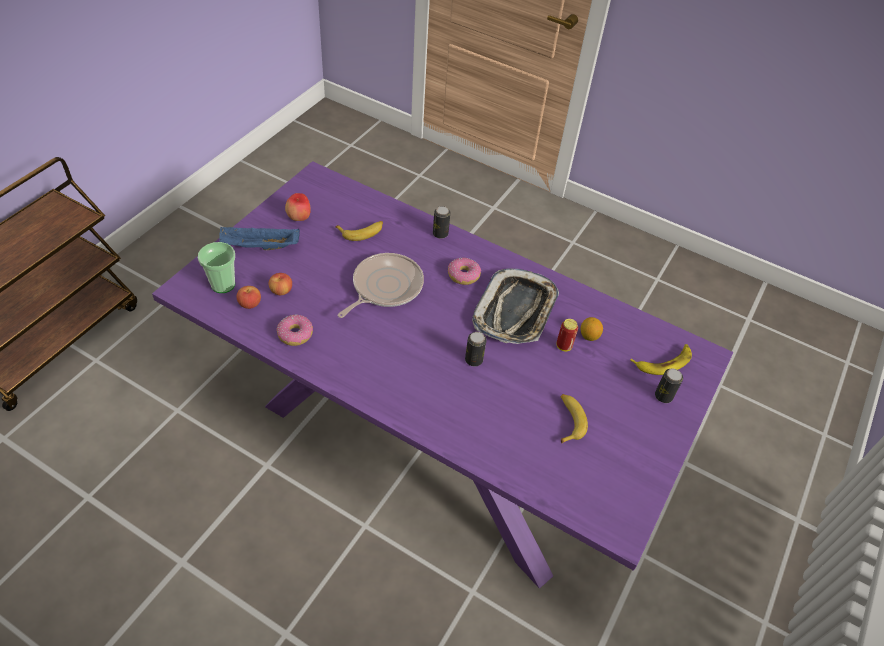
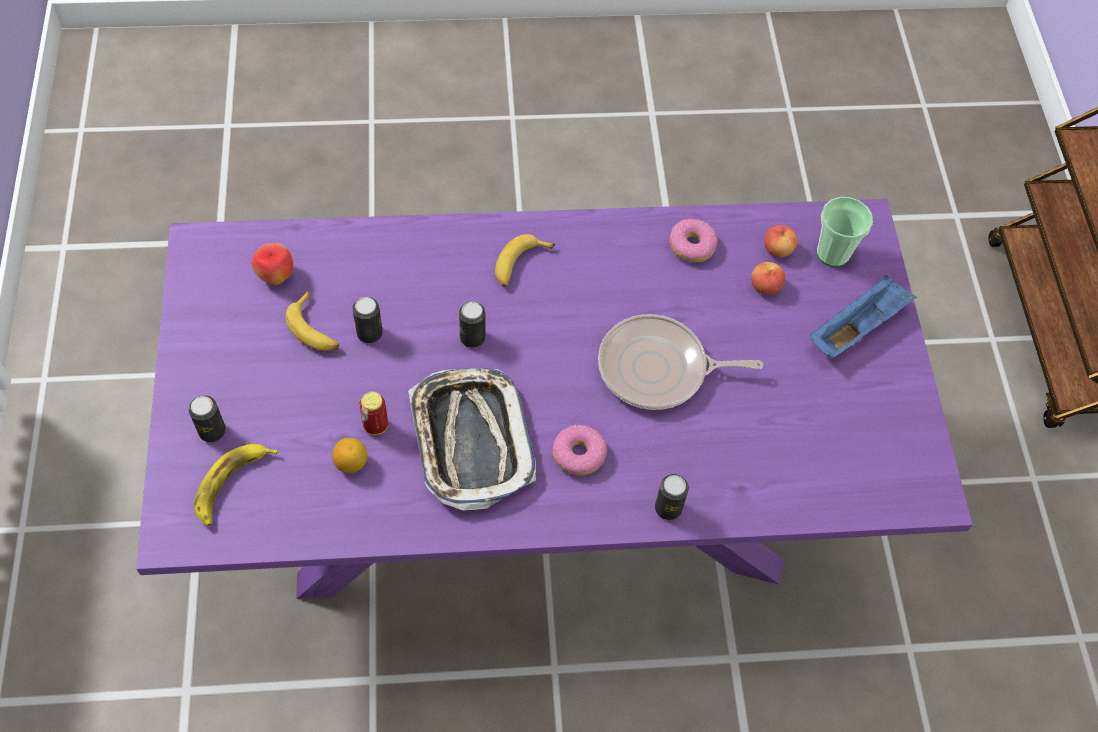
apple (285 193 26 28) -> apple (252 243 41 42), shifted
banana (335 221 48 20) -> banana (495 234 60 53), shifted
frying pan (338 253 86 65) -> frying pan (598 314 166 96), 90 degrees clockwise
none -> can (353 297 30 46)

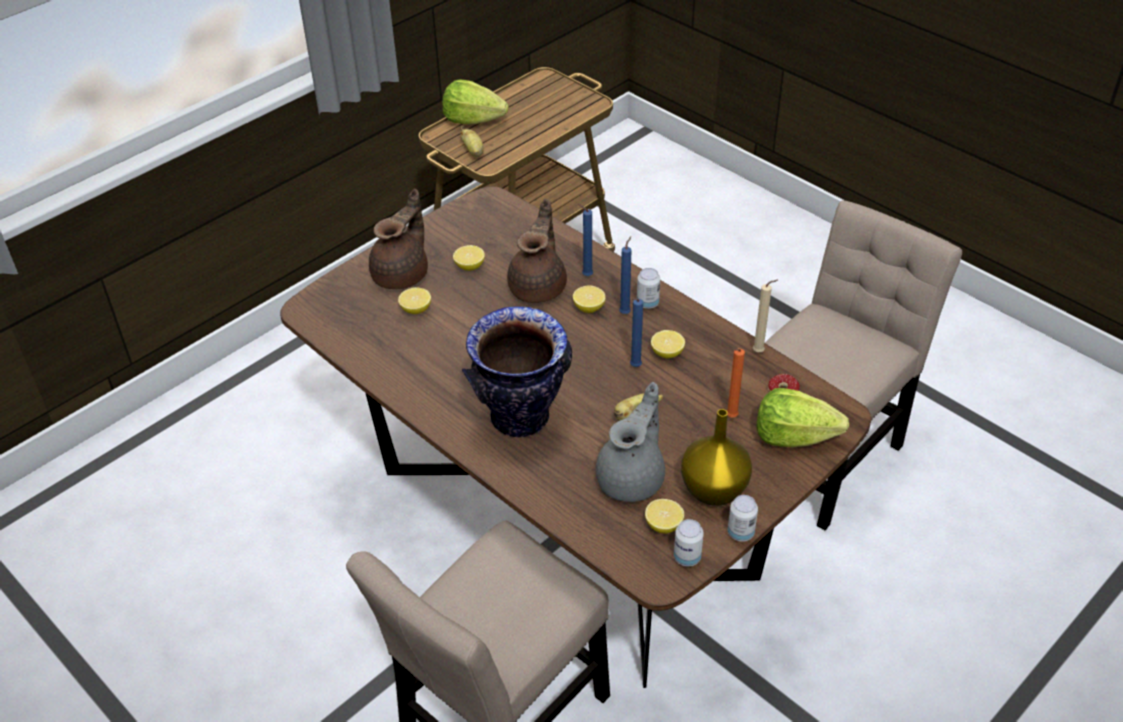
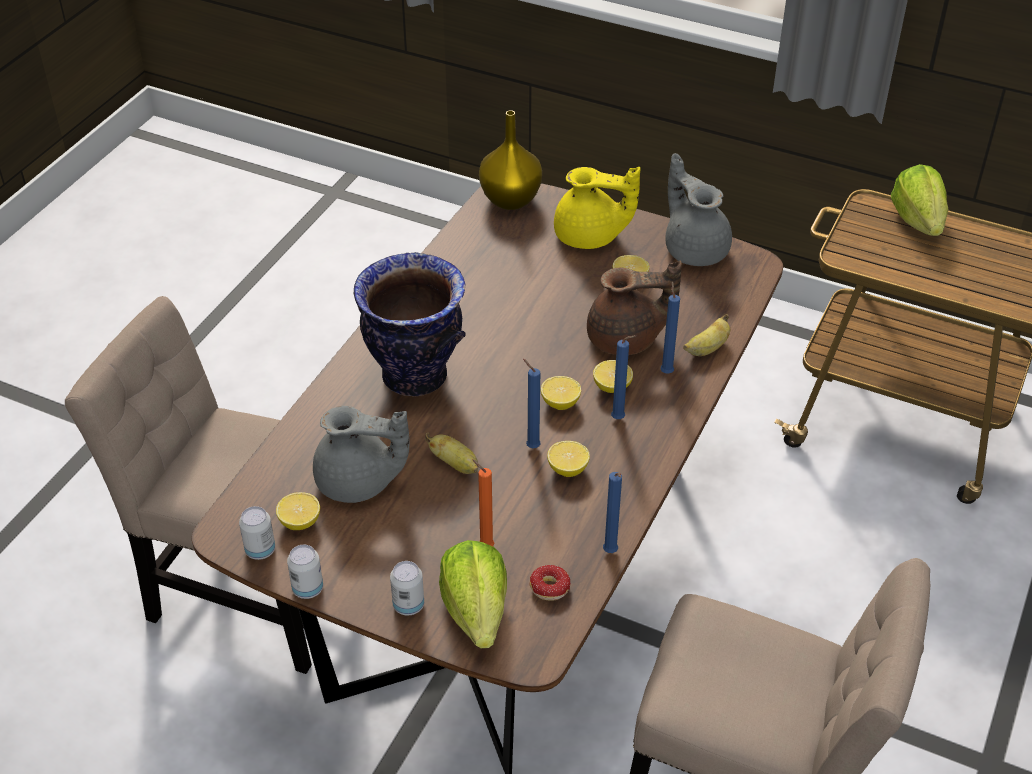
banana (460 126 24 31) -> banana (683 314 47 42), shifted
brown teapot (369 189 59 100) -> yellow teapot (554 167 86 82)
can (637 268 23 41) -> can (390 561 34 54), shifted
beige candle (753 280 25 72) -> blue candle (603 472 19 81)
lemon (398 287 33 27) -> lemon (541 376 40 34), shifted
yellow vase (681 409 71 97) -> yellow vase (479 110 63 100), shifted
none -> grey teapot (665 153 67 113)

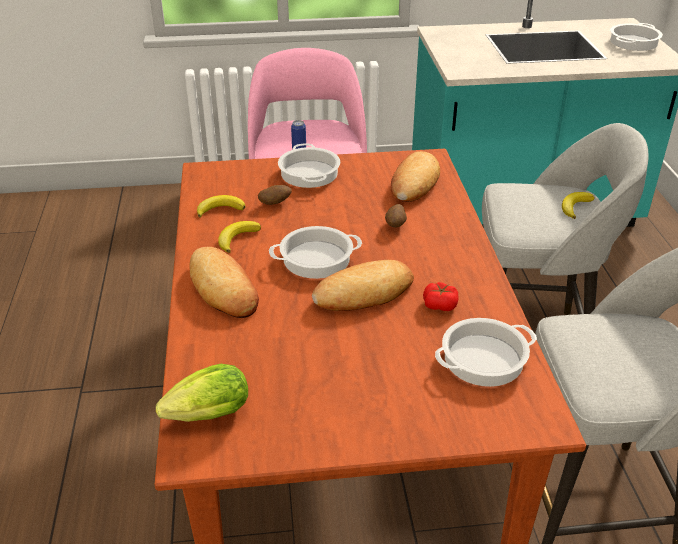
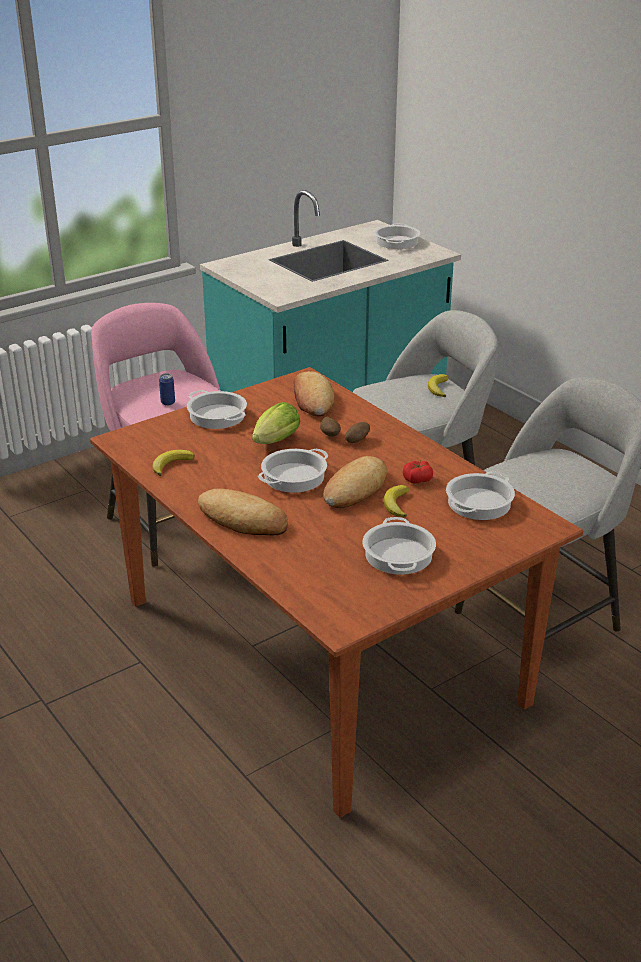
potato (258 185 33 20) -> potato (345 422 25 21), shifted
banana (218 221 43 32) -> banana (384 485 25 32), shifted
lettuce (156 364 92 58) -> lettuce (252 402 48 42), shifted
none -> cooking pot (362 517 74 58)

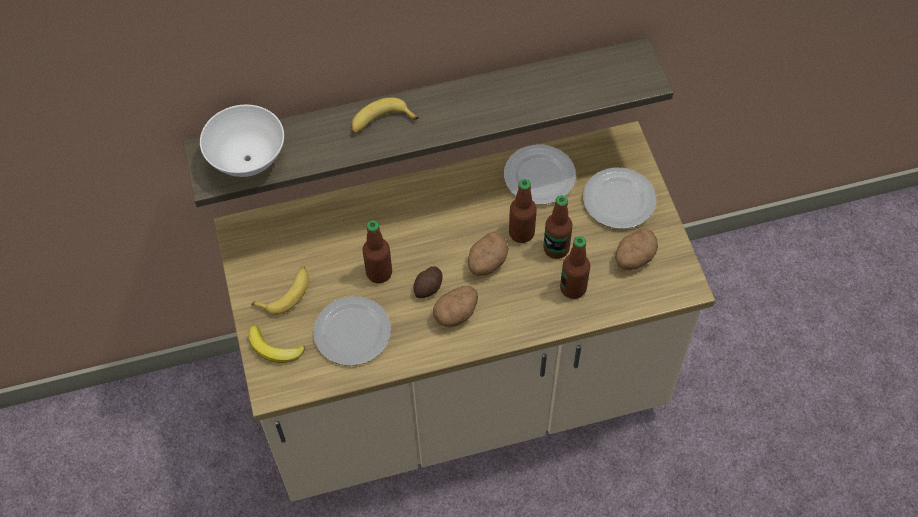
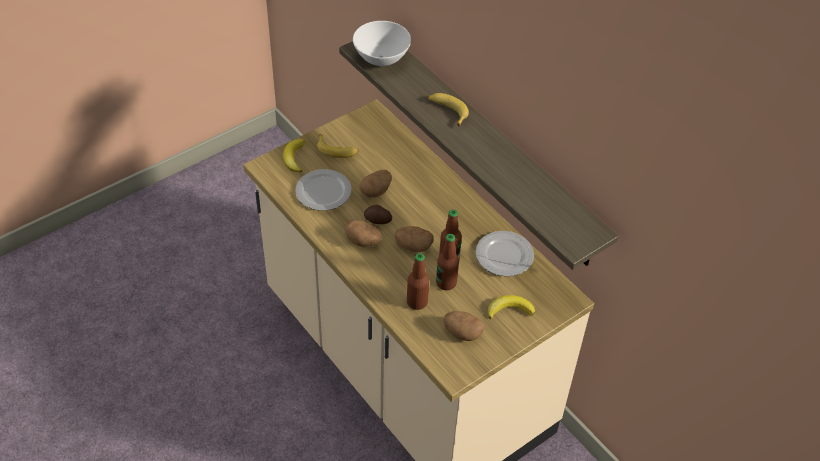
plate (583 167 73 62) -> banana (488 295 47 24)
bottle (363 220 29 63) -> potato (359 170 33 28)

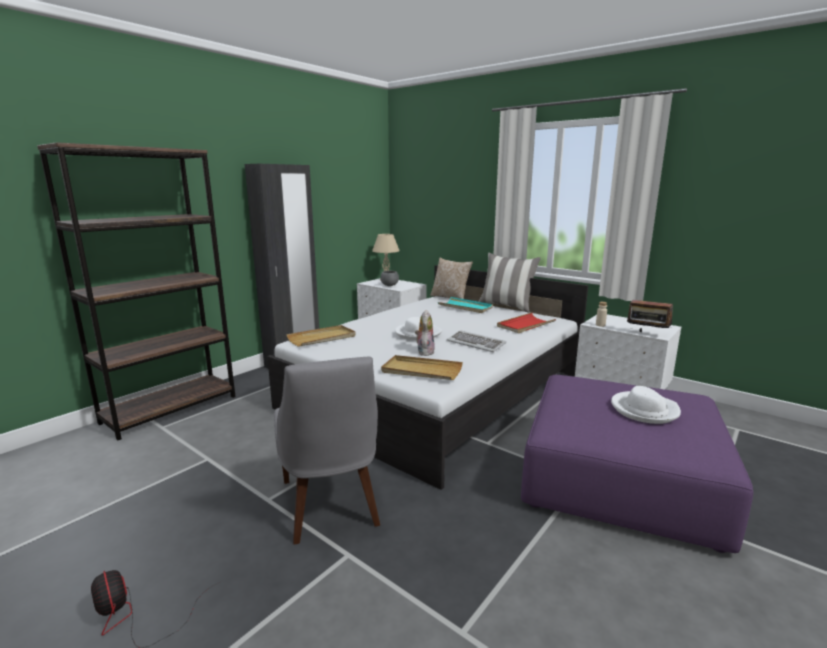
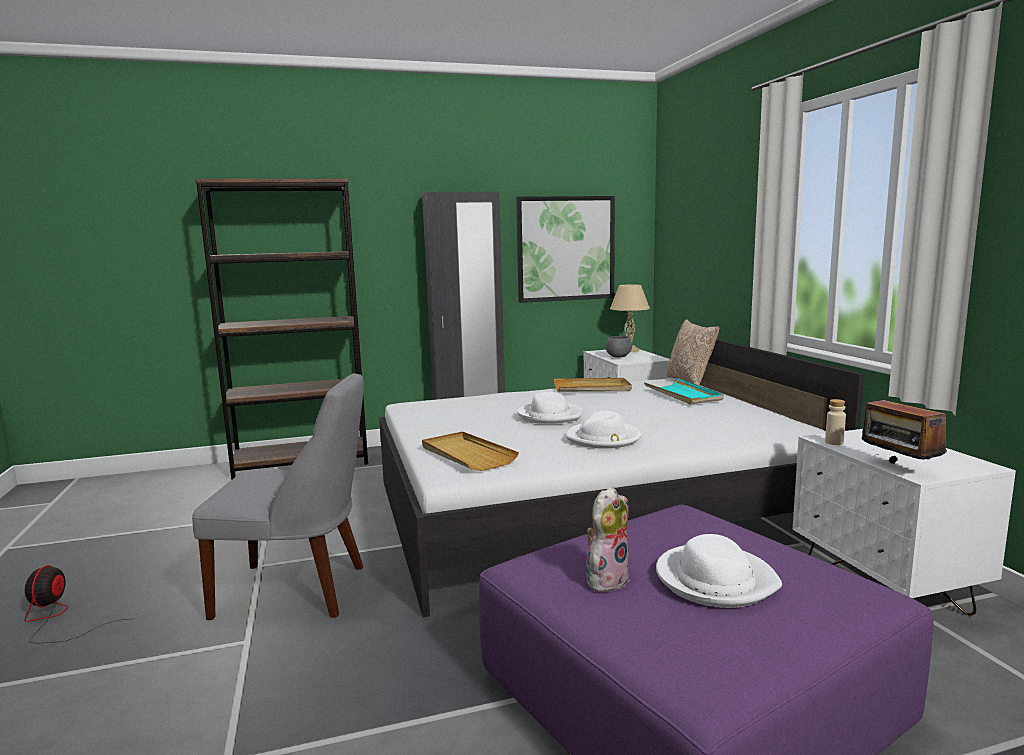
pillow (479 253 62 60) -> none
plush toy (415 310 20 46) -> plush toy (586 486 44 106), shifted
red tray (497 313 59 20) -> none
beige tray (286 325 70 22) -> beige tray (554 378 78 14), shifted
keyboard (447 331 59 21) -> white hat (566 411 75 38)
grey chair (274 357 106 187) -> grey chair (192 373 172 247), 105 degrees counterclockwise
none -> picture (516 196 99 107)

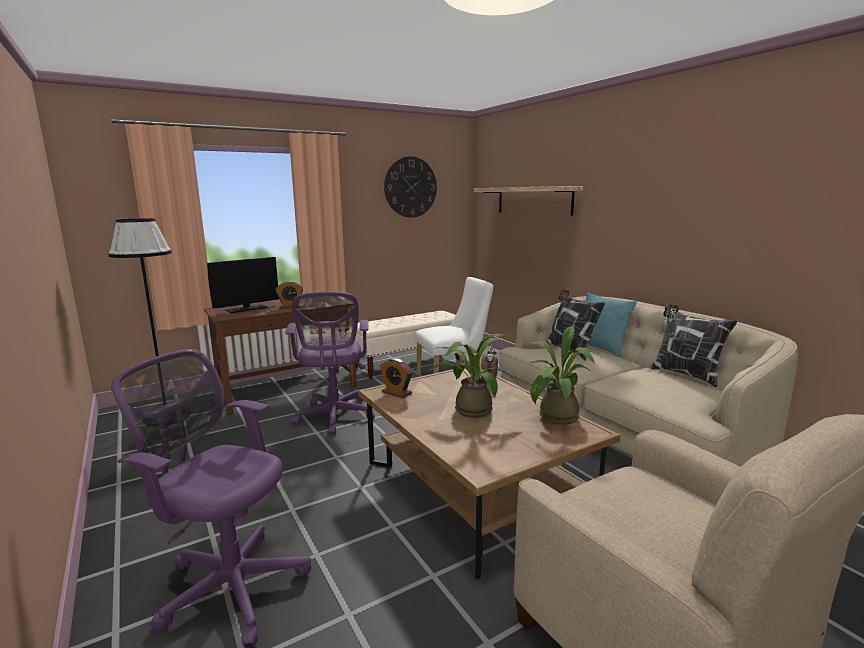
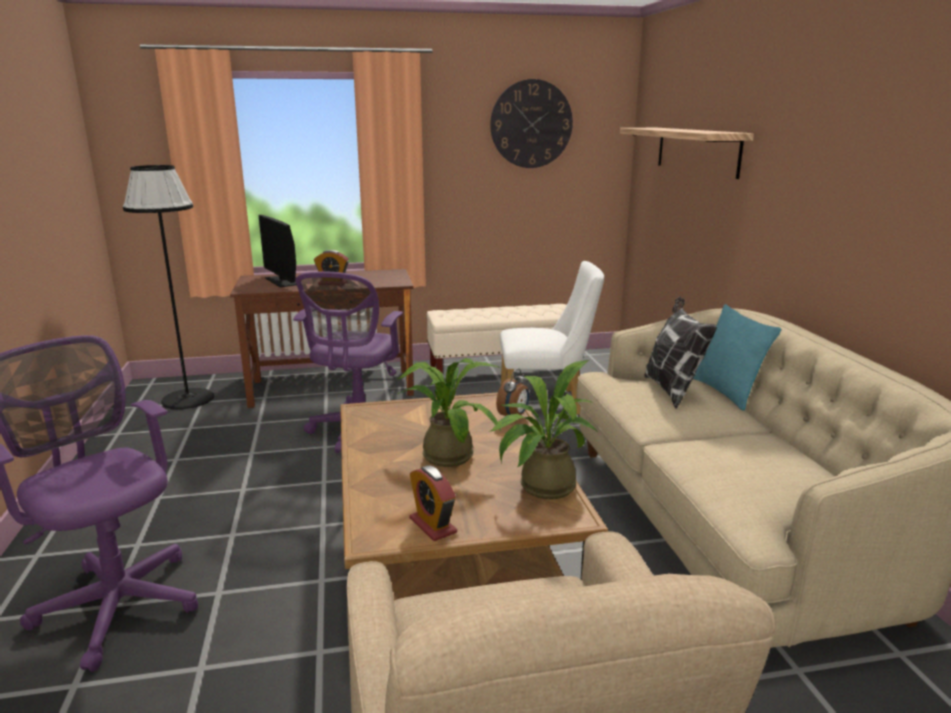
monitor (207 257 72 56) -> monitor (259 215 38 72), 75 degrees clockwise
pillow (651 304 87 83) -> none
alarm clock (380 358 33 40) -> alarm clock (410 465 47 76), shifted

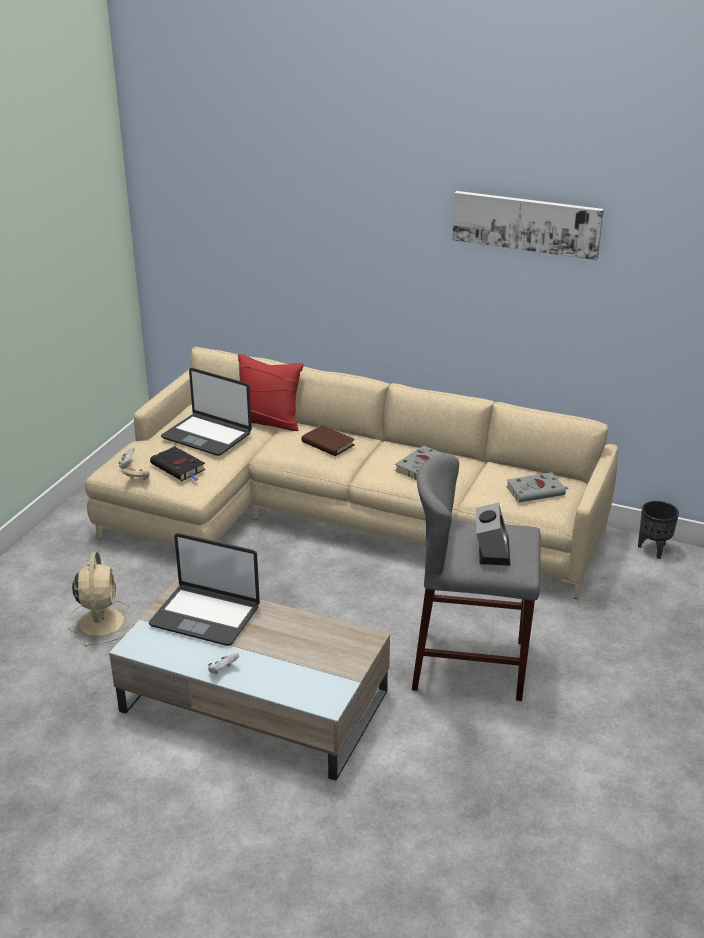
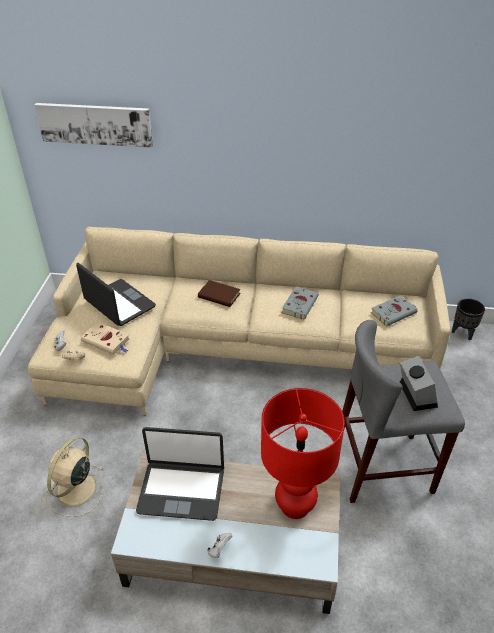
picture (452 191 152 69) -> picture (35 103 118 45), shifted
red pillow (238 354 66 77) -> none
laptop (161 368 91 88) -> laptop (76 263 80 63), 150 degrees counterclockwise
black book (150 446 55 35) -> beige book (81 322 49 33)
beige fan (67 552 68 94) -> beige fan (46 437 57 80), 135 degrees counterclockwise
none -> red table lamp (261 388 84 131)

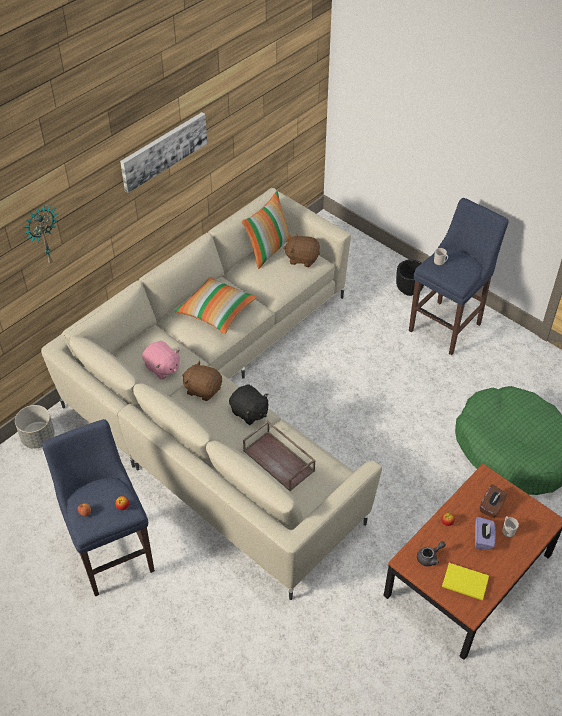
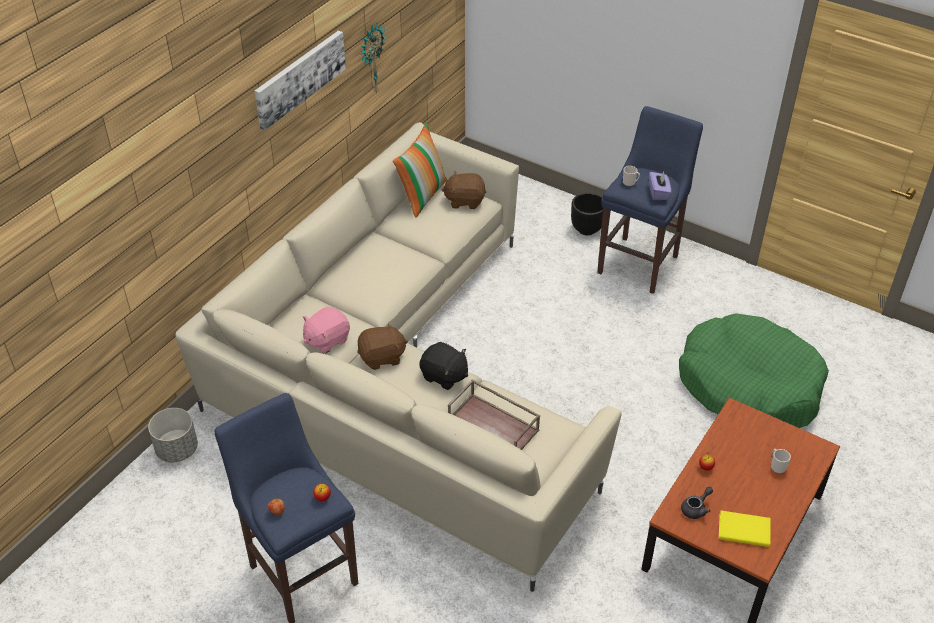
wall clock (23 205 35 60) -> wall clock (360 23 26 71), shifted
pillow (174 277 83 57) -> none
pink plush toy (142 341 38 38) -> pink plush toy (303 307 47 47), 105 degrees clockwise
brown plush toy (182 360 40 41) -> brown plush toy (357 322 51 48), 150 degrees clockwise
brown tissue box (480 484 27 34) -> none
purple tissue box (475 517 20 33) -> purple tissue box (649 172 22 28), shifted

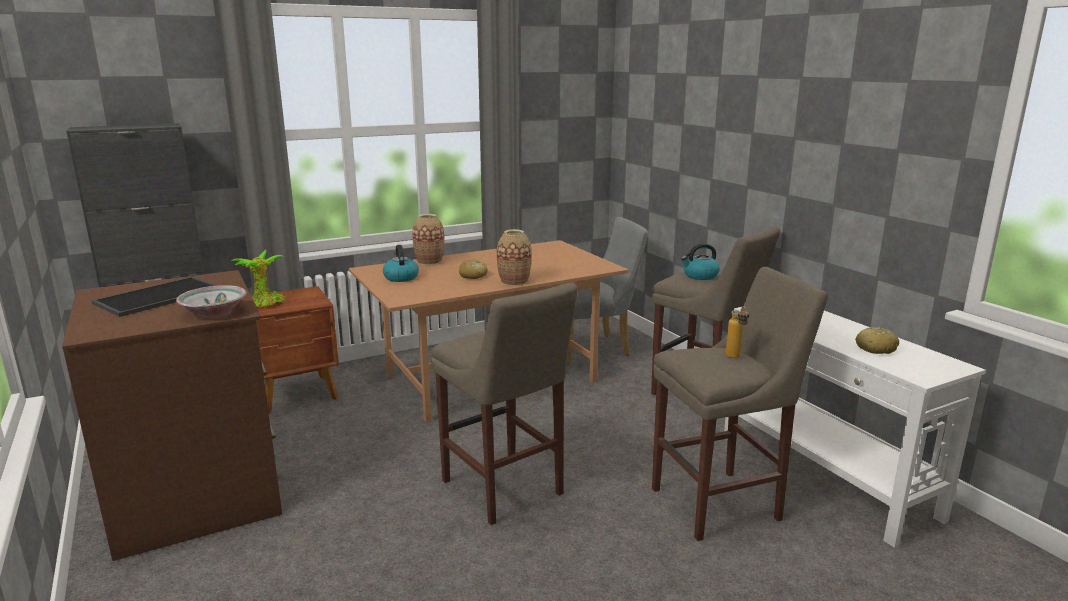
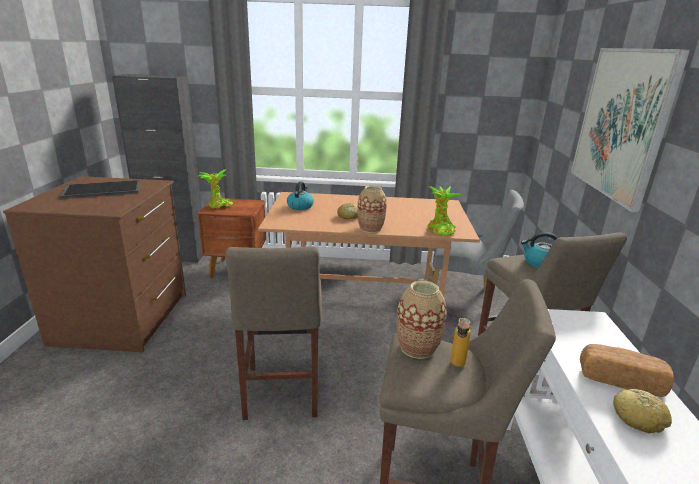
vase (412 214 33 51) -> vase (397 280 50 79), shifted
bowl (176 285 71 32) -> none
none -> picture (571 48 119 164)
none -> potted plant (427 186 35 50)
none -> bread (580 344 94 53)

